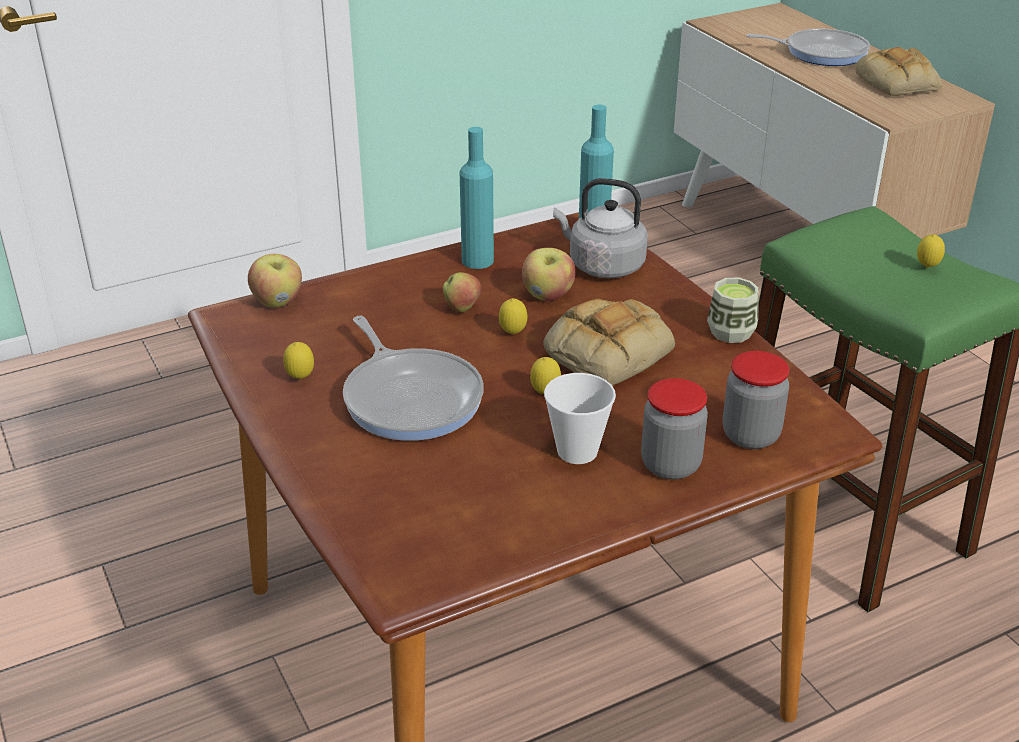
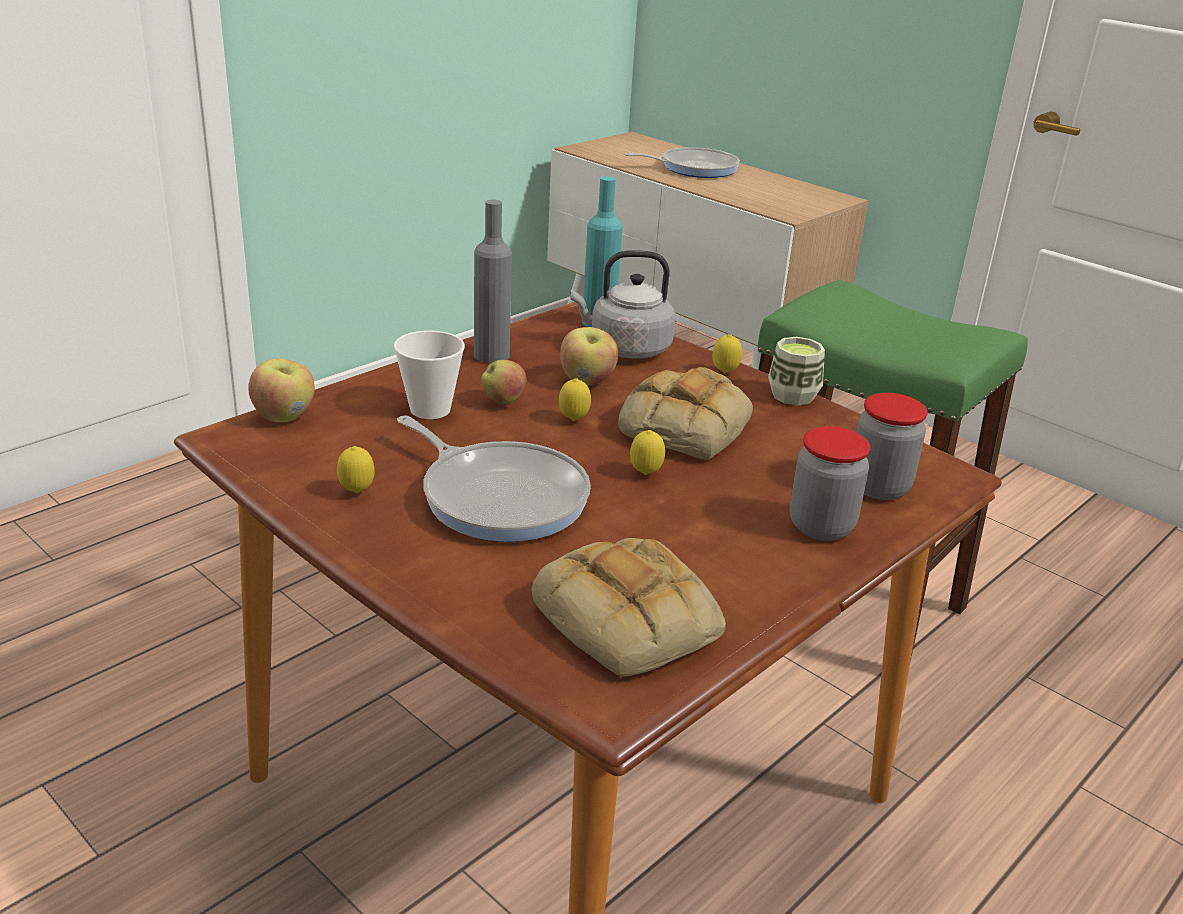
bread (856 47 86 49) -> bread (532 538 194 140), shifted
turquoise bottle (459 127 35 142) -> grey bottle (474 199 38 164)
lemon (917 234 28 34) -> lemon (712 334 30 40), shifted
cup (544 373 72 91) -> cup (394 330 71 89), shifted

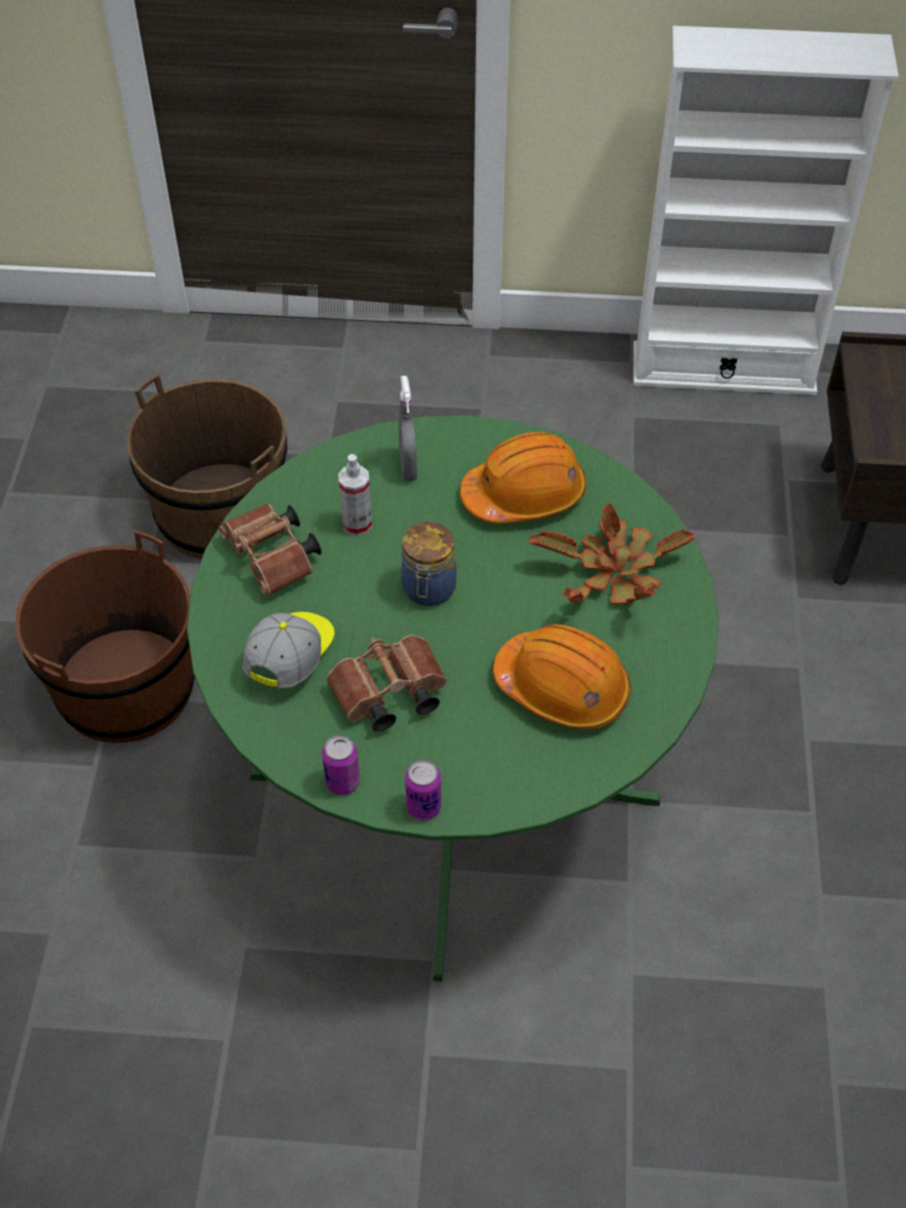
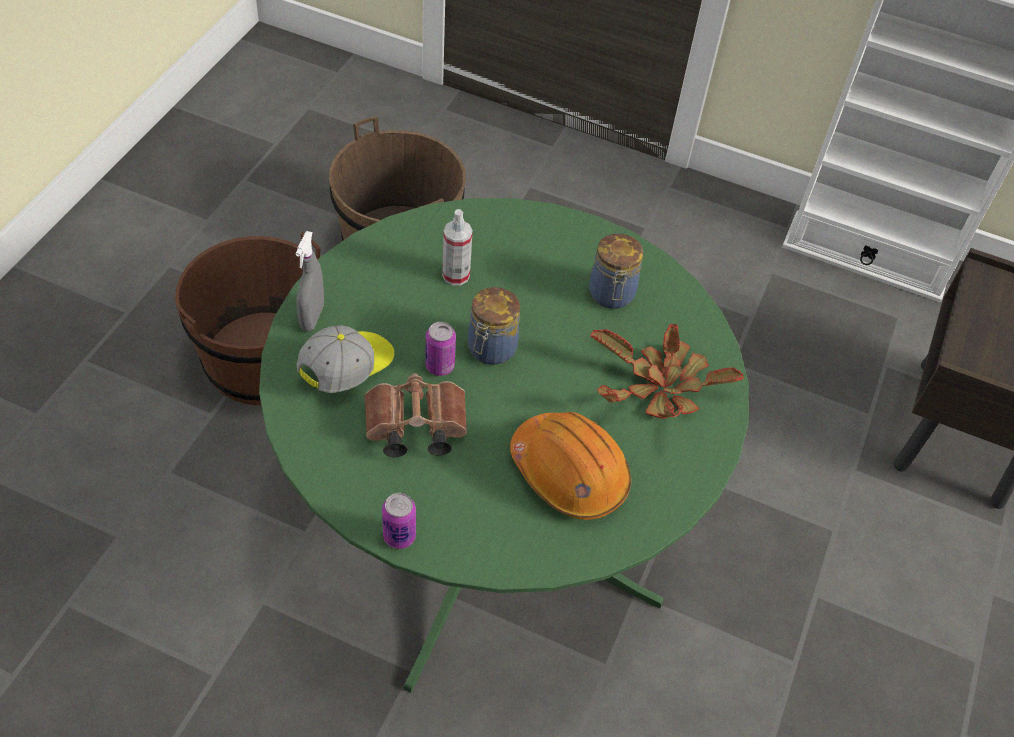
grey spray bottle (398 376 20 105) -> grey spray bottle (296 231 28 101), shifted
orange hard hat (460 432 126 91) -> jar (589 233 54 76)
brown binoculars (219 503 103 93) -> none
can (322 735 38 60) -> can (425 322 31 54), shifted

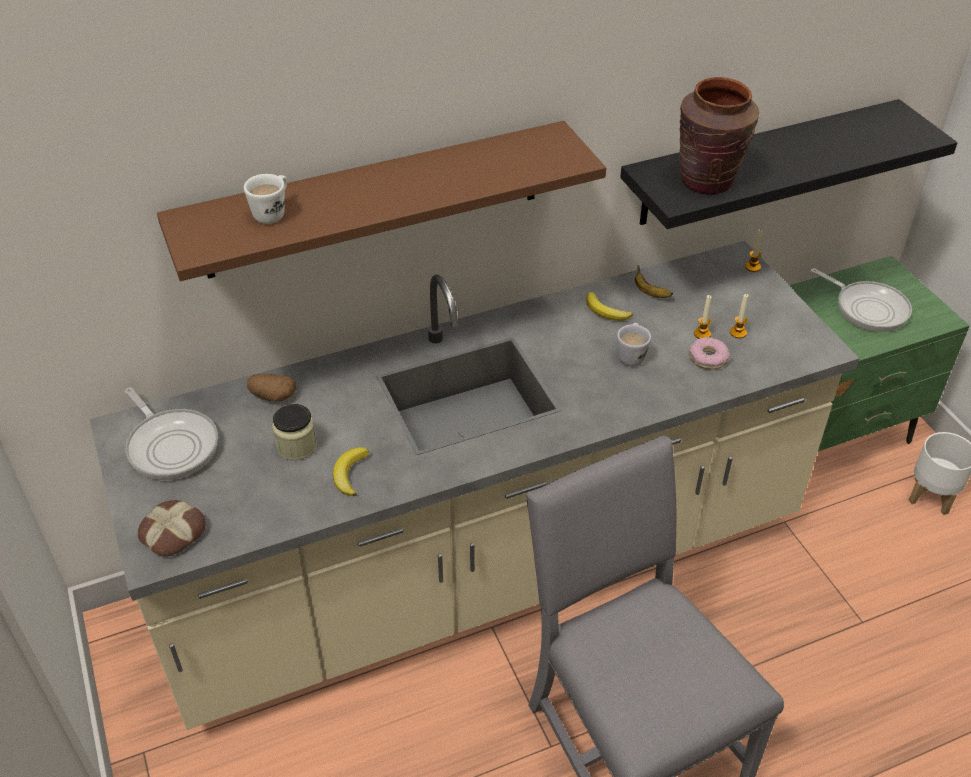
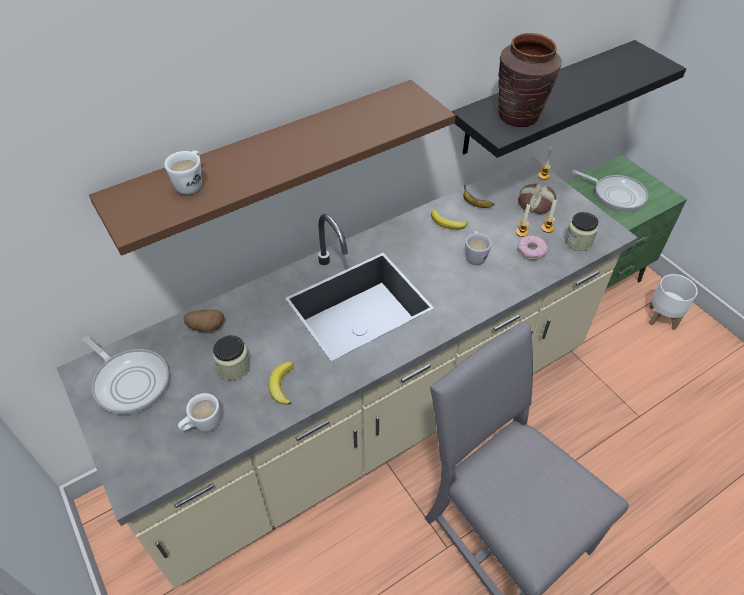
bread (138 500 68 57) -> bread (518 183 38 31), shifted
none -> jar (565 212 33 39)
none -> white mug (178 393 42 39)

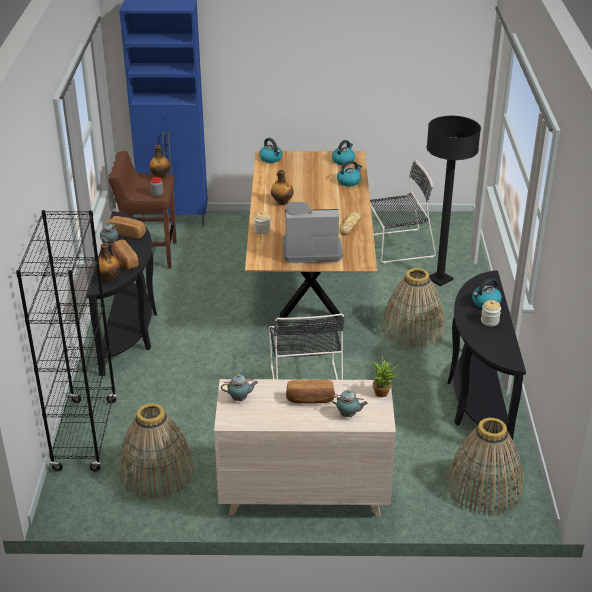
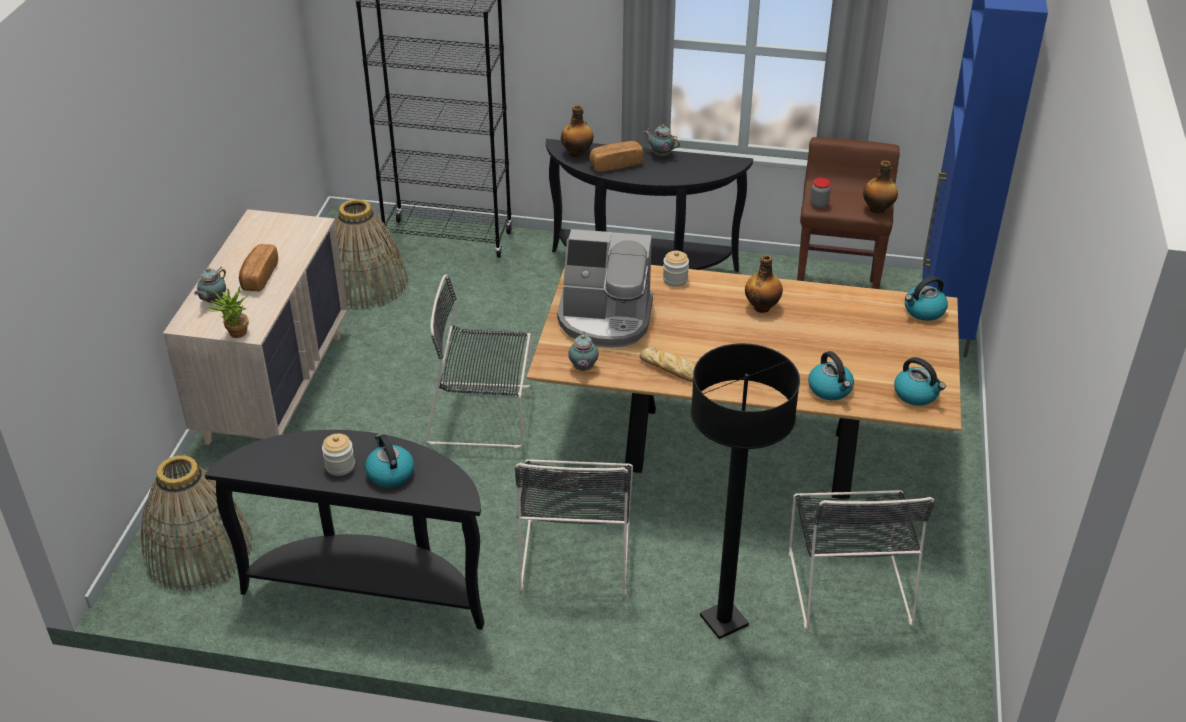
coffee machine (283 202 60 61) -> coffee machine (557 229 96 118), 90 degrees clockwise
bread (108 216 38 23) -> none
basket (382 268 63 81) -> black chair (514 459 119 138)
teapot (221 374 37 27) -> teapot (568 331 31 40), shifted

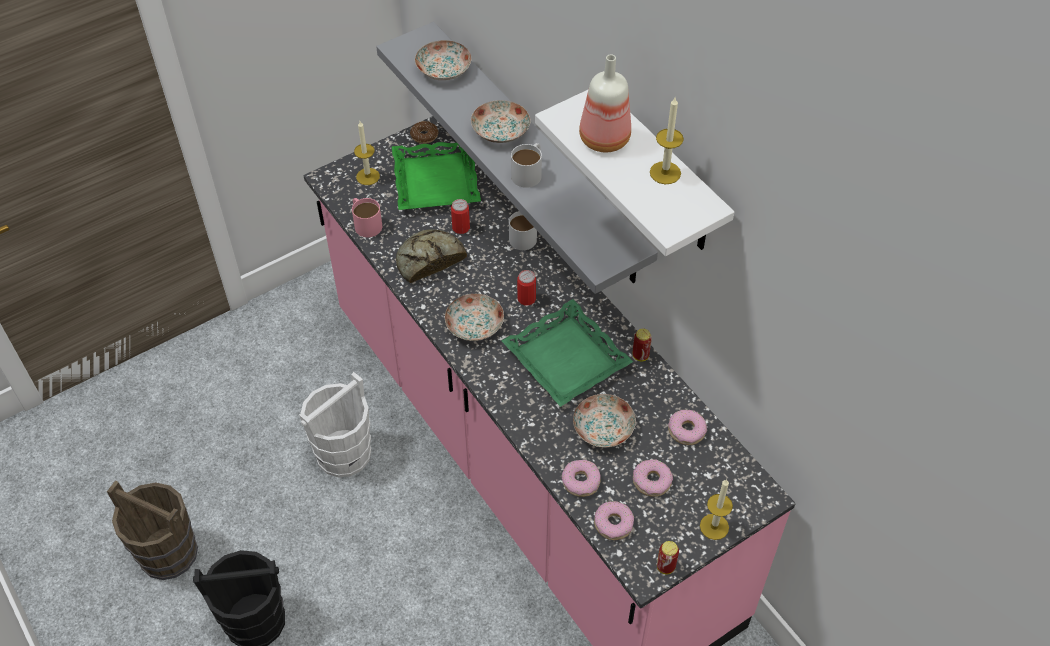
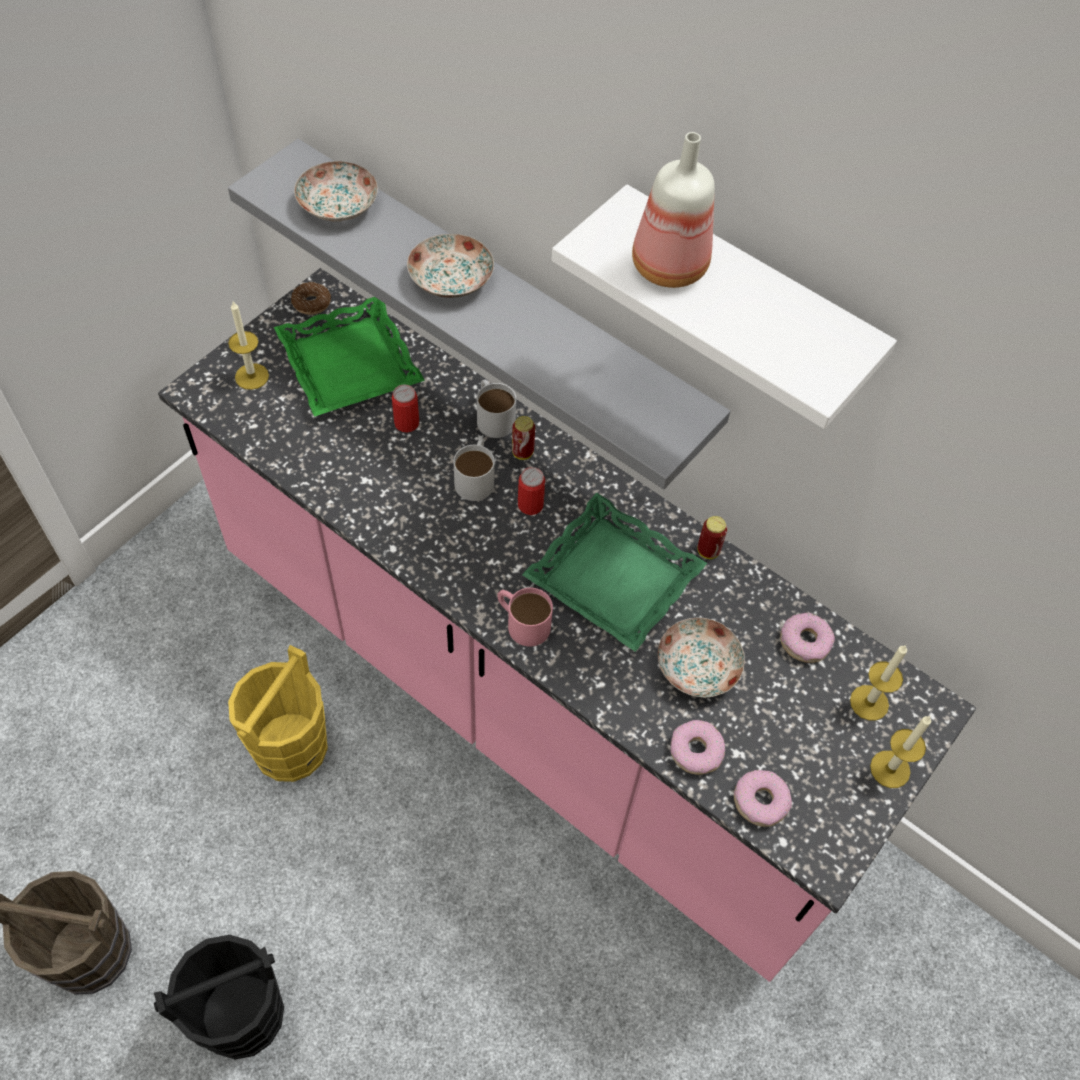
candle (650 98 34 86) -> candle (850 645 57 76), shifted
white mug (511 143 31 45) -> white mug (454 439 41 62), shifted
pink mug (352 198 30 39) -> pink mug (497 588 56 59), shifted
bread (396 229 71 54) -> none
plate (445 294 59 47) -> none
white bucket (299 372 72 105) -> yellow bucket (228 645 100 137)
donut (633 459 40 38) -> none
can (657 541 22 33) -> can (512 416 23 44), shifted

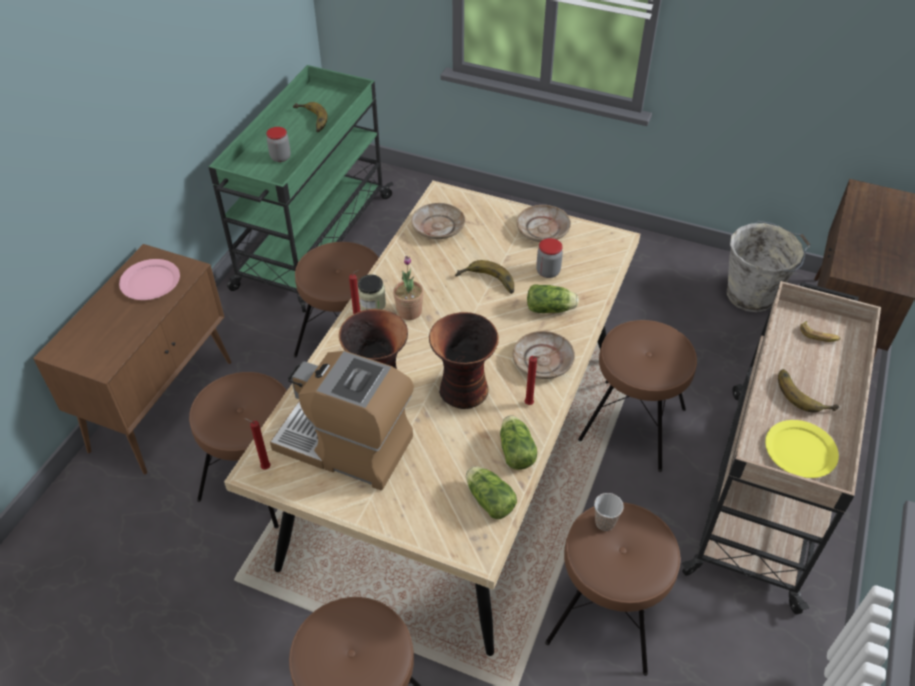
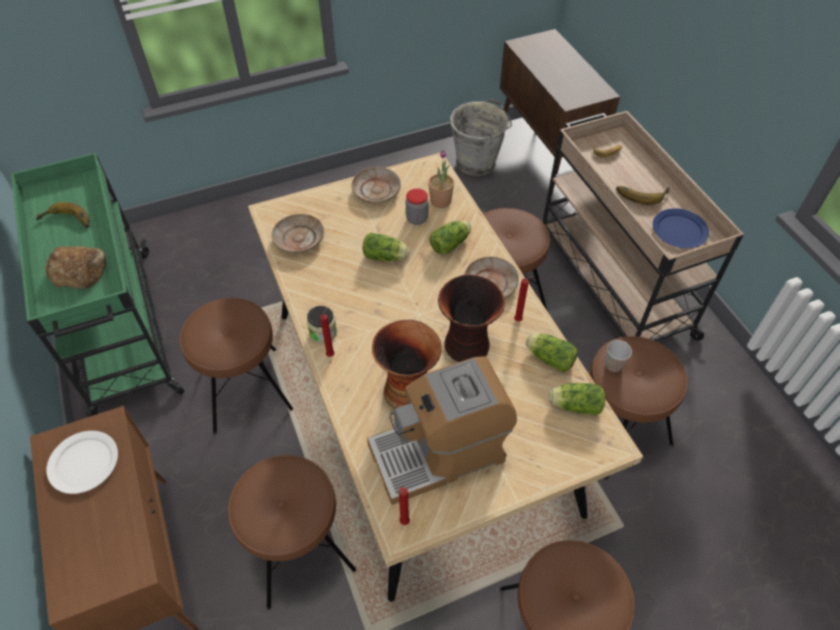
jar (266 127 25 35) -> bread (45 246 61 43)
potted plant (393 256 31 64) -> potted plant (428 150 26 58), shifted
pink plate (119 259 61 41) -> white plate (46 431 72 63)
banana (455 260 59 34) -> lettuce (363 233 47 28)
yellow plate (765 420 74 58) -> blue plate (653 208 56 40)

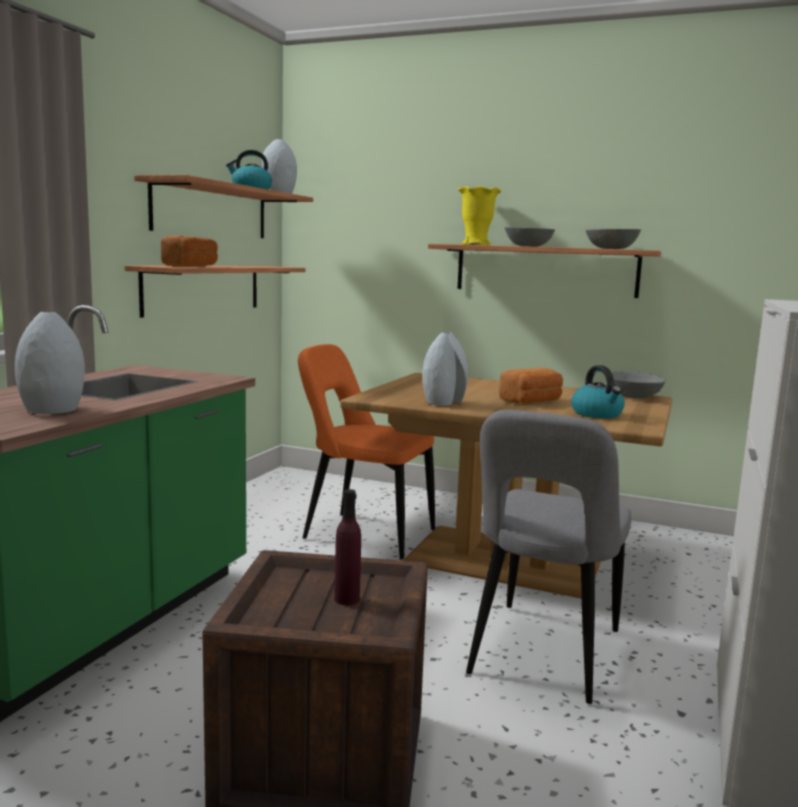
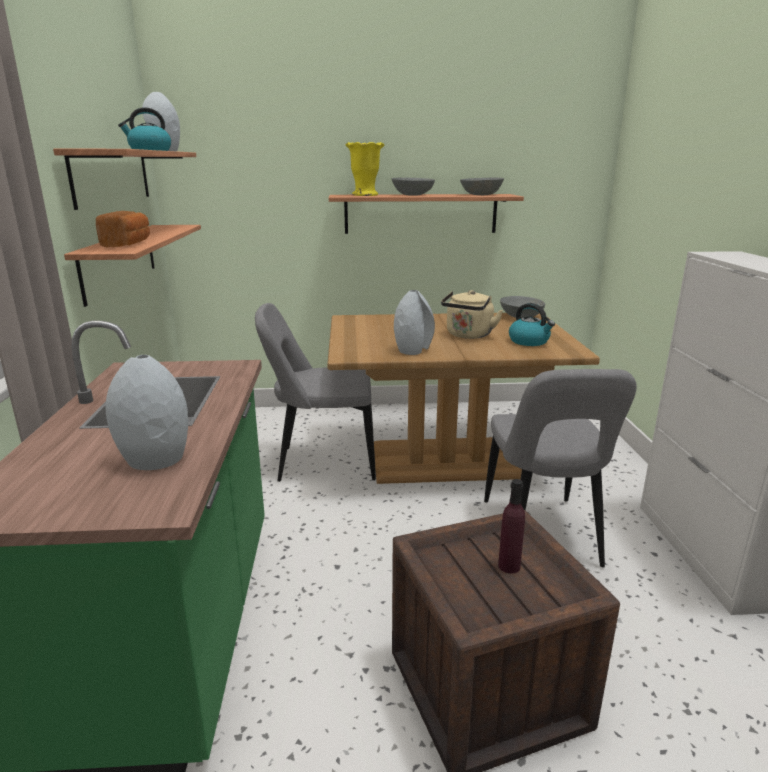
orange chair (298 344 137 215) -> grey chair (255 303 121 179)
bread (499 367 64 37) -> beige kettle (441 290 62 49)

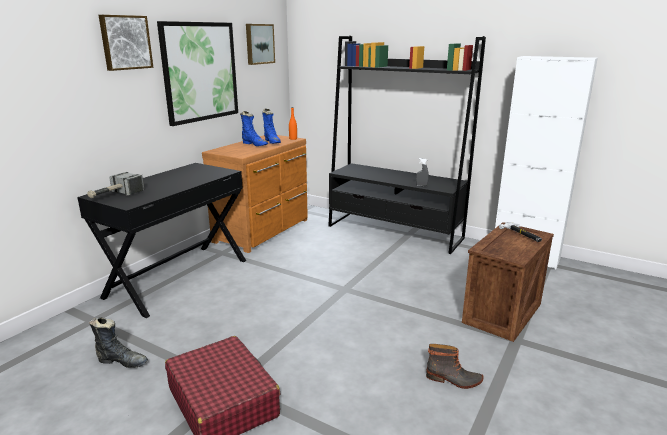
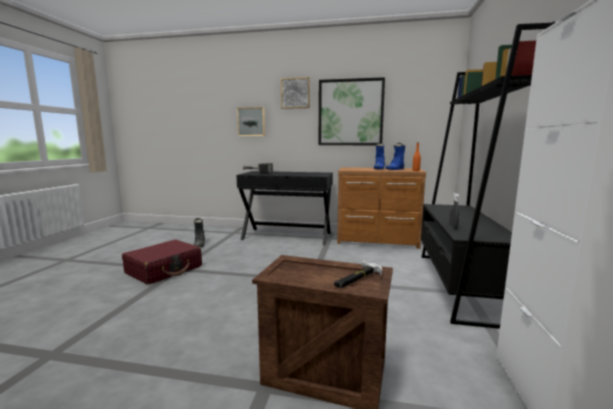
picture (246 24 29 41) -> picture (237 107 28 29), shifted
boot (426 344 58 45) -> none

